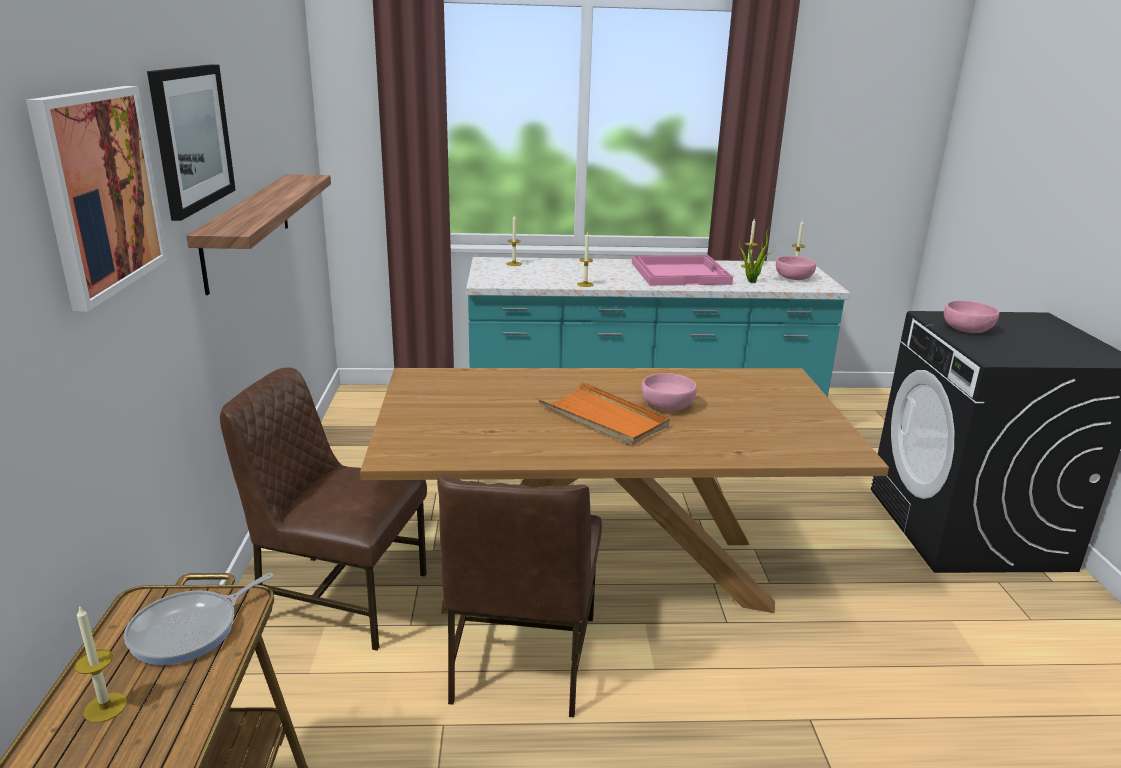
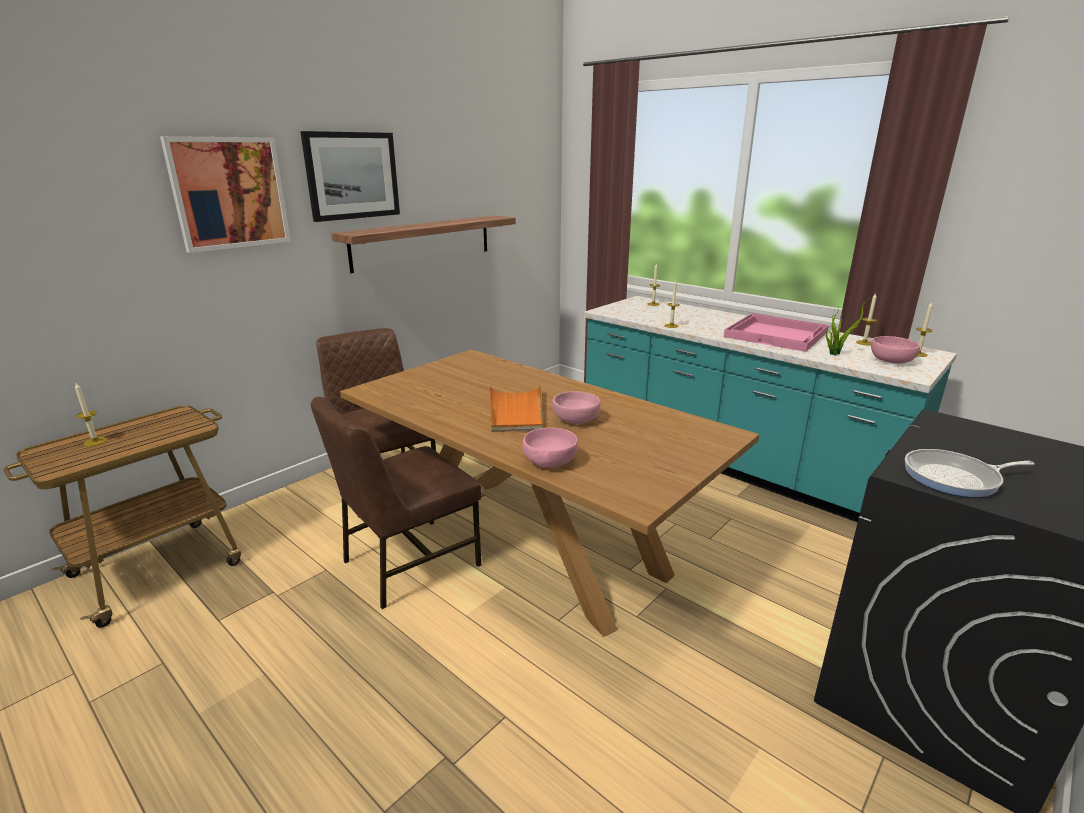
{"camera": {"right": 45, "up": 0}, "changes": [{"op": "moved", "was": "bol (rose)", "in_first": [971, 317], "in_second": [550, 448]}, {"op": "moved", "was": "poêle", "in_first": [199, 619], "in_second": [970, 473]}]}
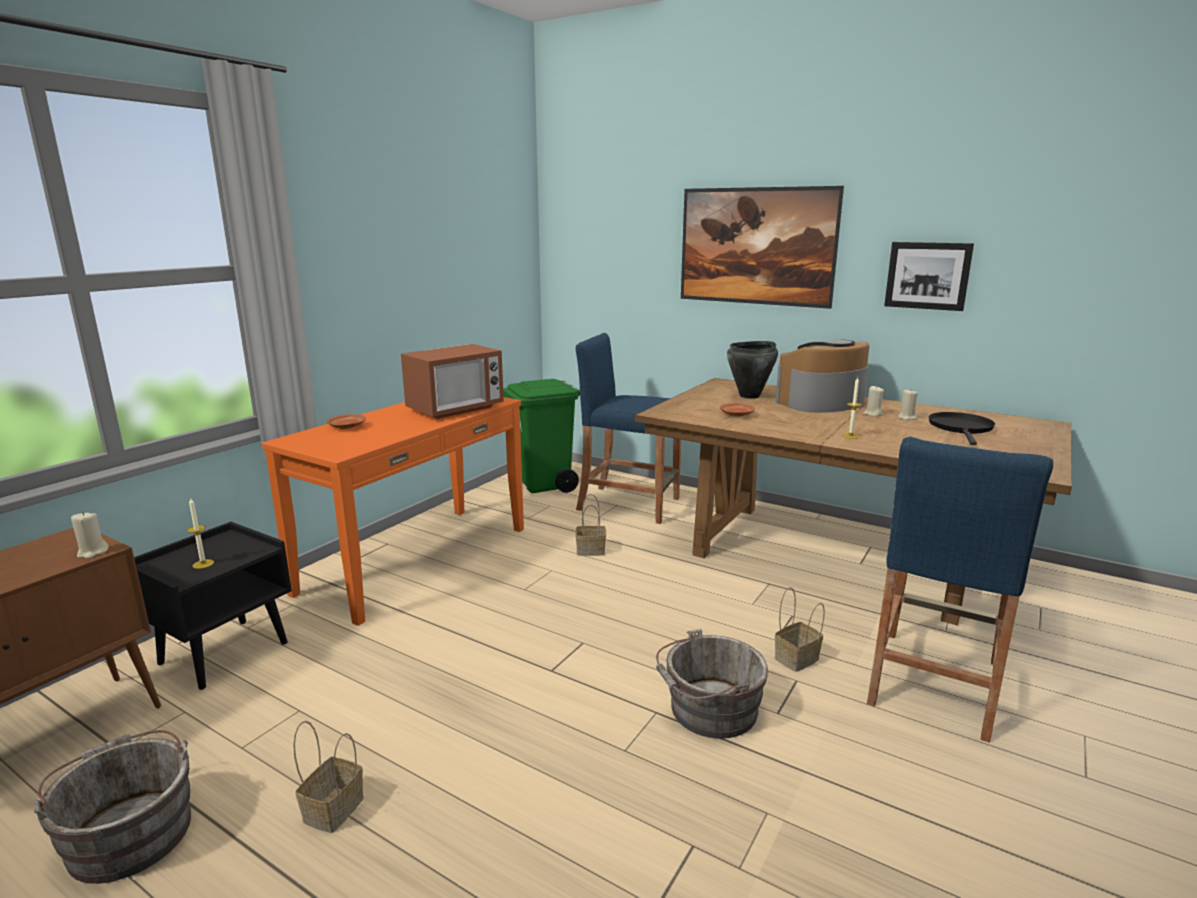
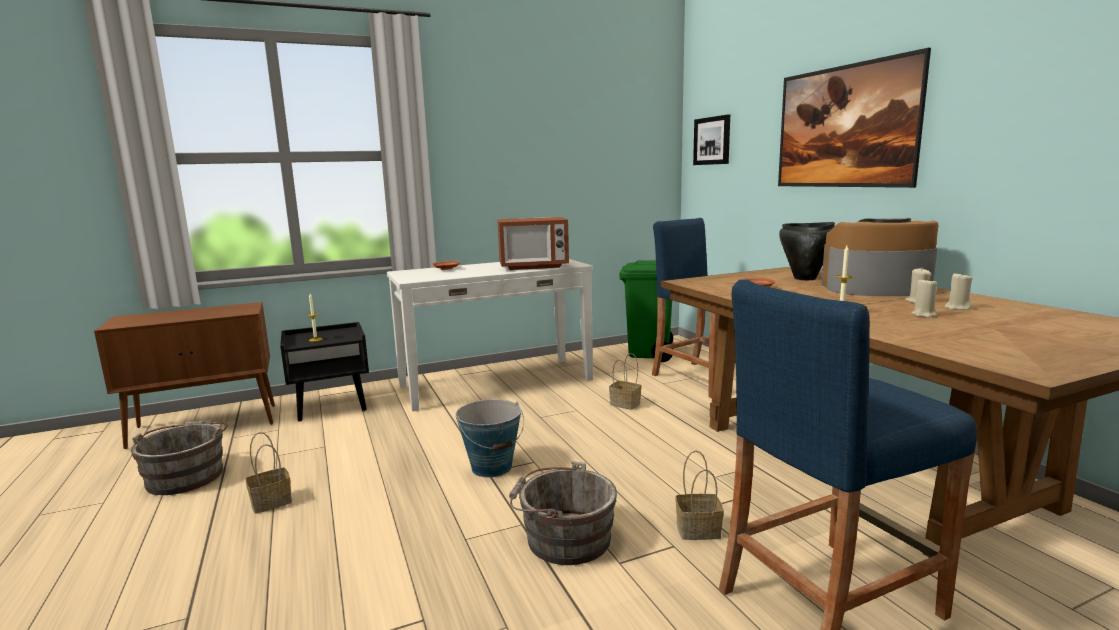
{"camera": {"right": 35, "up": -5}, "changes": [{"op": "moved", "was": "tableau", "in_first": [929, 276], "in_second": [711, 140]}, {"op": "recoloured", "was": "table console (orange)", "now": "table console (blanc)", "in_first": [393, 511], "in_second": [490, 335]}, {"op": "removed", "was": "poêle (noir)", "in_first": [962, 428]}, {"op": "moved", "was": "bougie (beige)", "in_first": [90, 535], "in_second": [924, 298]}, {"op": "added", "now": "seau", "in_second": [489, 438]}]}
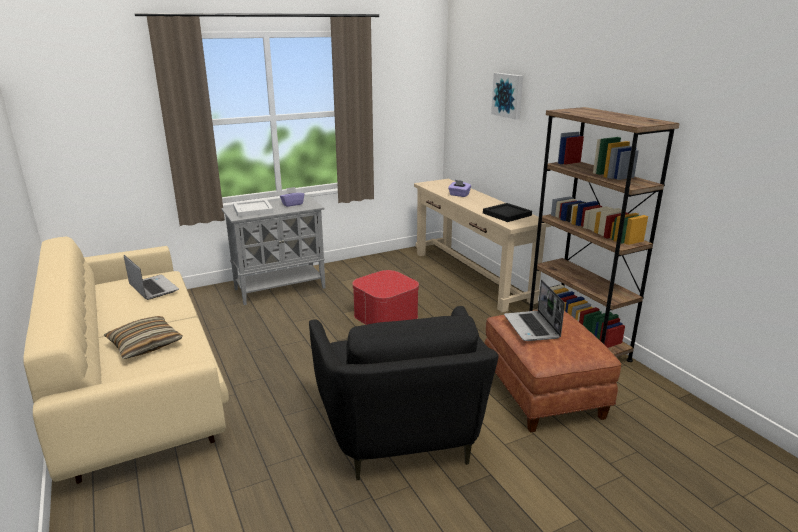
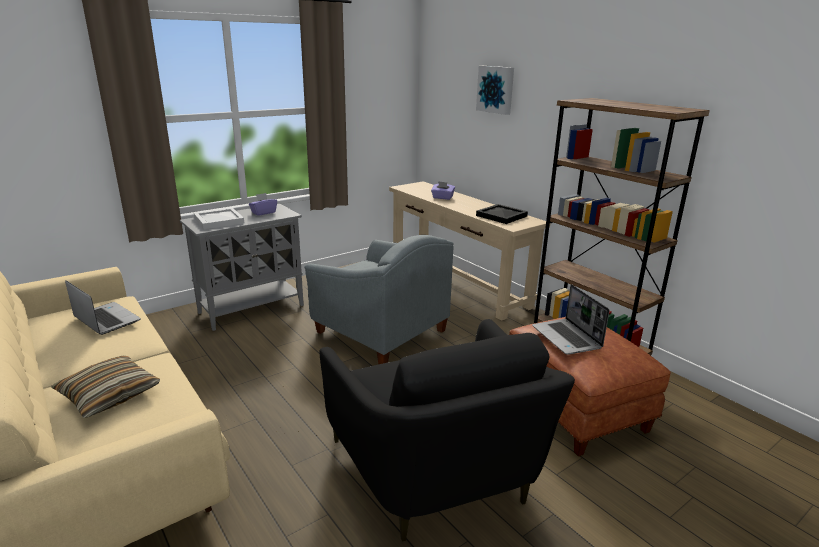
{"camera": {"right": -10, "up": 0}, "changes": [{"op": "replaced", "was": "pouf", "now": "fauteuil (gris)", "in_first": [385, 297], "in_second": [379, 299]}]}
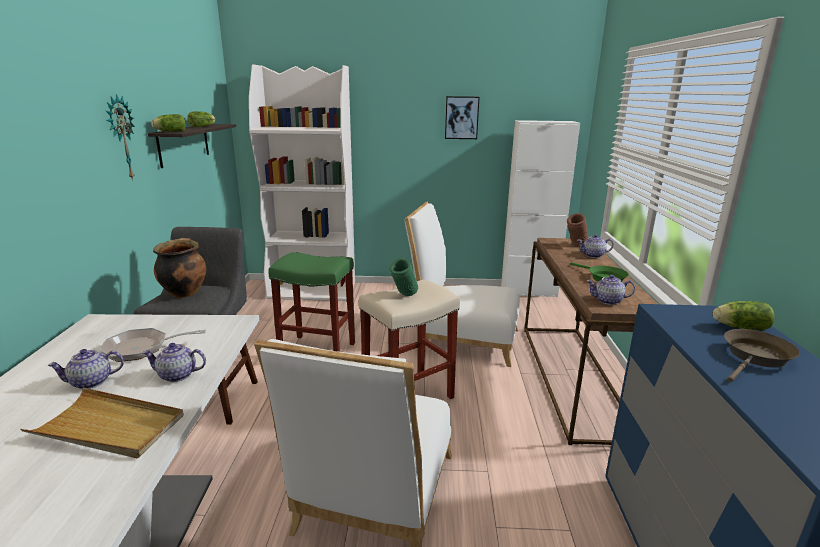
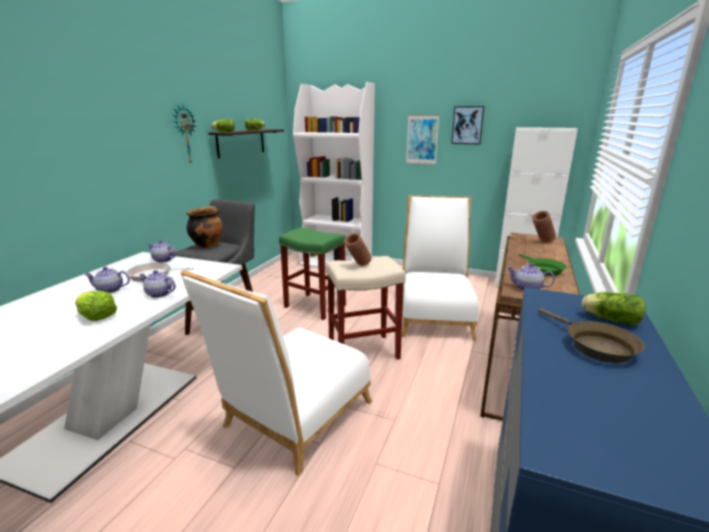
{"camera": {"right": 20, "up": 0}, "changes": [{"op": "turned", "was": "chaise (blanc)", "in_first": [462, 284], "in_second": [440, 268], "clockwise": 60}, {"op": "moved", "was": "théière", "in_first": [595, 246], "in_second": [161, 251]}, {"op": "recoloured", "was": "vase (vert)", "now": "vase (marron)", "in_first": [403, 277], "in_second": [358, 249]}, {"op": "turned", "was": "poêle (marron)", "in_first": [762, 355], "in_second": [591, 335], "clockwise": 90}, {"op": "replaced", "was": "plateau (beige)", "now": "laitue", "in_first": [102, 423], "in_second": [96, 306]}, {"op": "added", "now": "tableau", "in_second": [422, 140]}]}
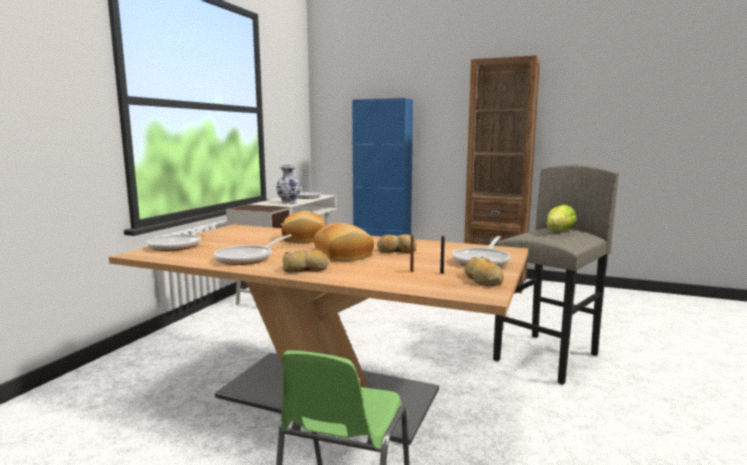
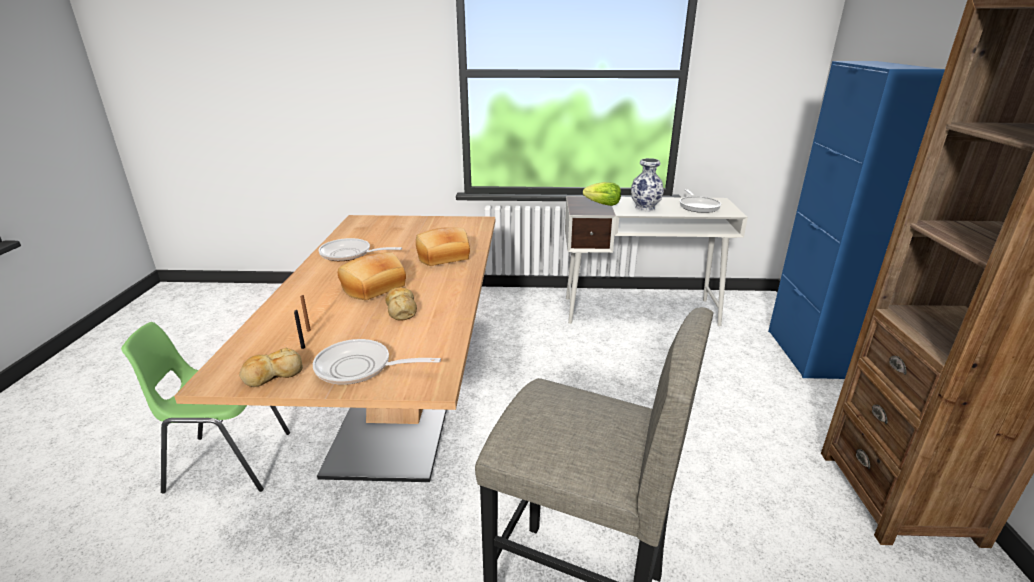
{"camera": {"right": 70, "up": 15}, "changes": [{"op": "moved", "was": "laitue", "in_first": [561, 218], "in_second": [602, 194]}, {"op": "removed", "was": "poêle", "in_first": [179, 237]}, {"op": "removed", "was": "pain", "in_first": [305, 261]}]}
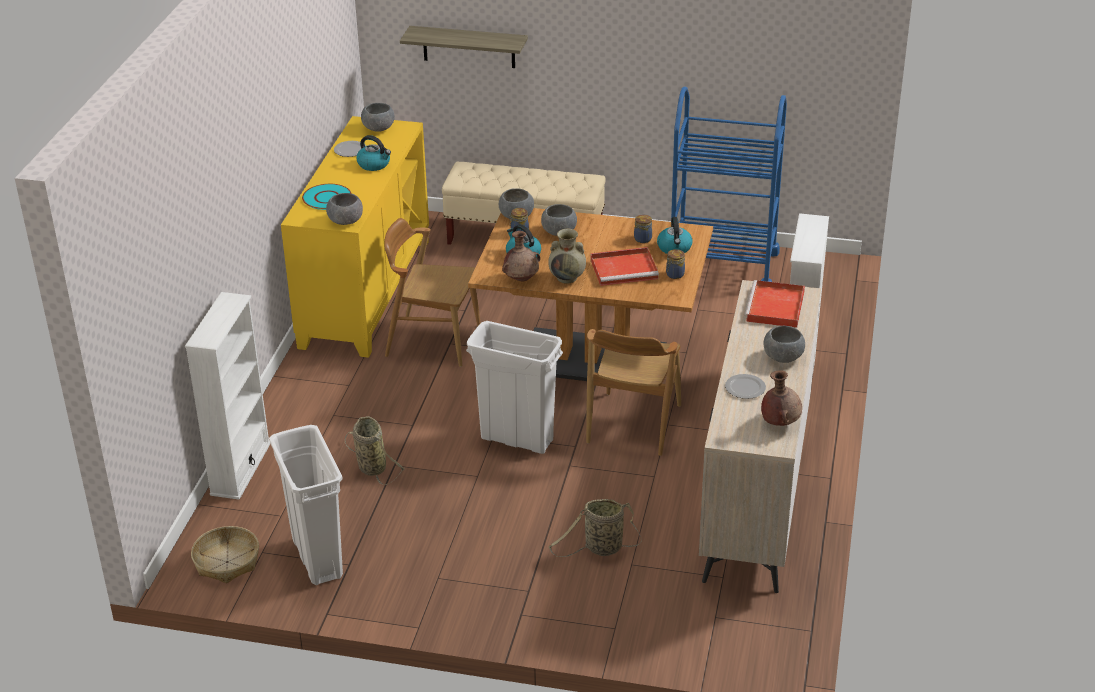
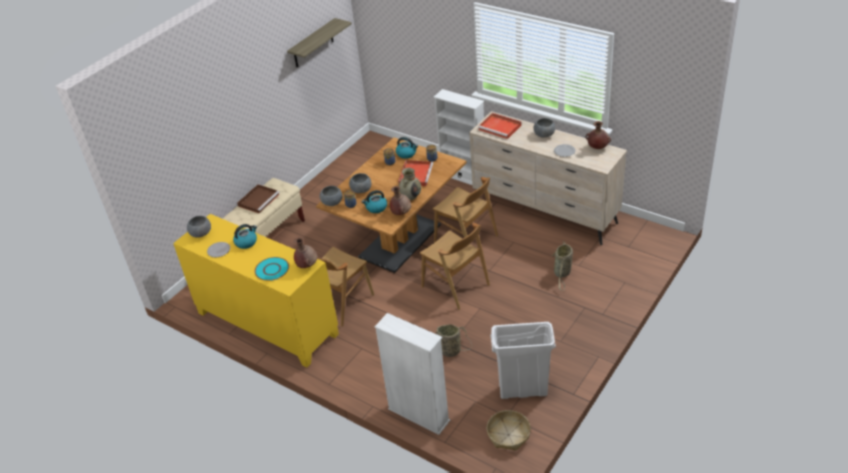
{"camera": {"right": -65, "up": 5}, "changes": [{"op": "moved", "was": "étagère", "in_first": [464, 47], "in_second": [319, 42]}, {"op": "removed", "was": "chariot (bleu)", "in_first": [729, 184]}, {"op": "replaced", "was": "bol (gris)", "now": "vase (marron)", "in_first": [344, 209], "in_second": [306, 252]}, {"op": "replaced", "was": "poubelle (blanc)", "now": "chaise (marron)", "in_first": [514, 387], "in_second": [455, 266]}, {"op": "added", "now": "plateau (marron)", "in_second": [258, 198]}]}
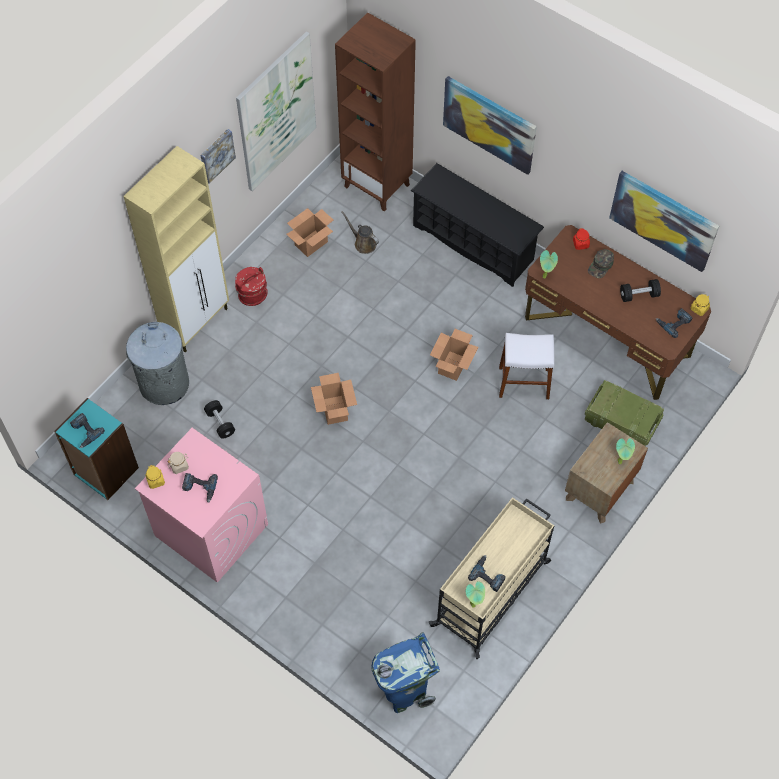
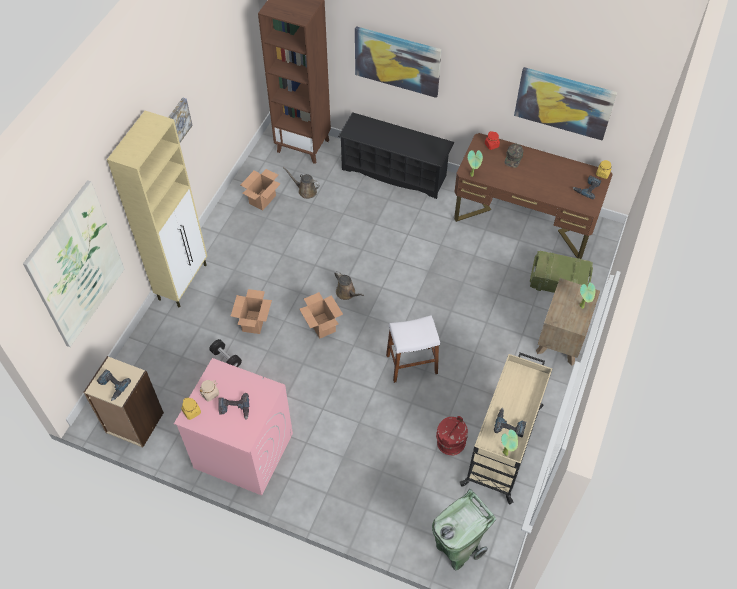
{"camera": {"right": -15, "up": -5}, "changes": [{"op": "moved", "was": "tableau", "in_first": [276, 111], "in_second": [73, 263]}, {"op": "moved", "was": "seau (rouge)", "in_first": [251, 286], "in_second": [452, 435]}, {"op": "removed", "was": "haltère (noir)", "in_first": [640, 290]}, {"op": "removed", "was": "poubelle (gris)", "in_first": [157, 363]}, {"op": "moved", "was": "carton", "in_first": [454, 355], "in_second": [251, 311]}, {"op": "moved", "was": "tabouret (blanc)", "in_first": [526, 366], "in_second": [413, 349]}, {"op": "recoloured", "was": "bibliothèque (turquoise)", "now": "bibliothèque (beige)", "in_first": [96, 449], "in_second": [124, 402]}, {"op": "recoloured", "was": "poubelle (bleu)", "now": "poubelle (vert)", "in_first": [405, 672], "in_second": [464, 530]}, {"op": "added", "now": "arrosoir (marron)", "in_second": [349, 285]}]}
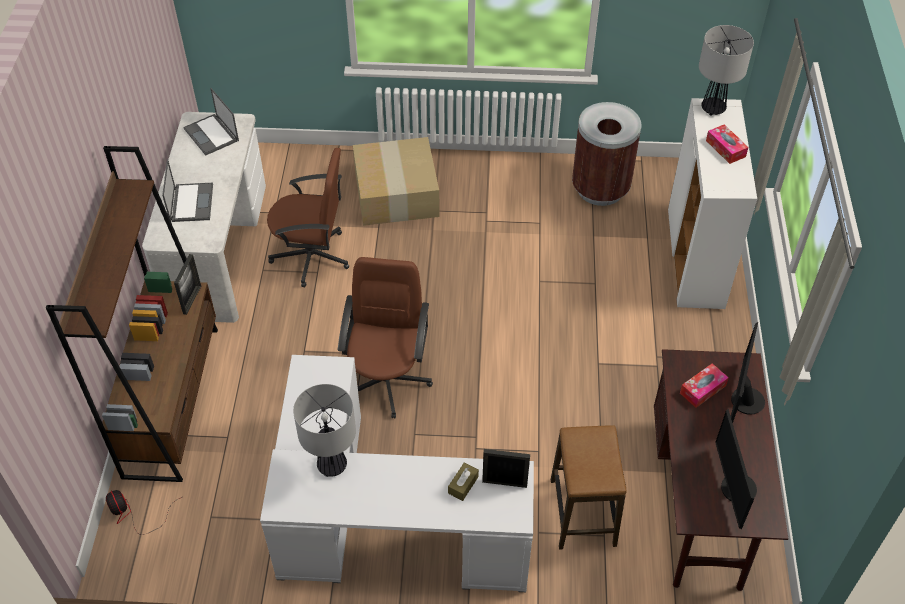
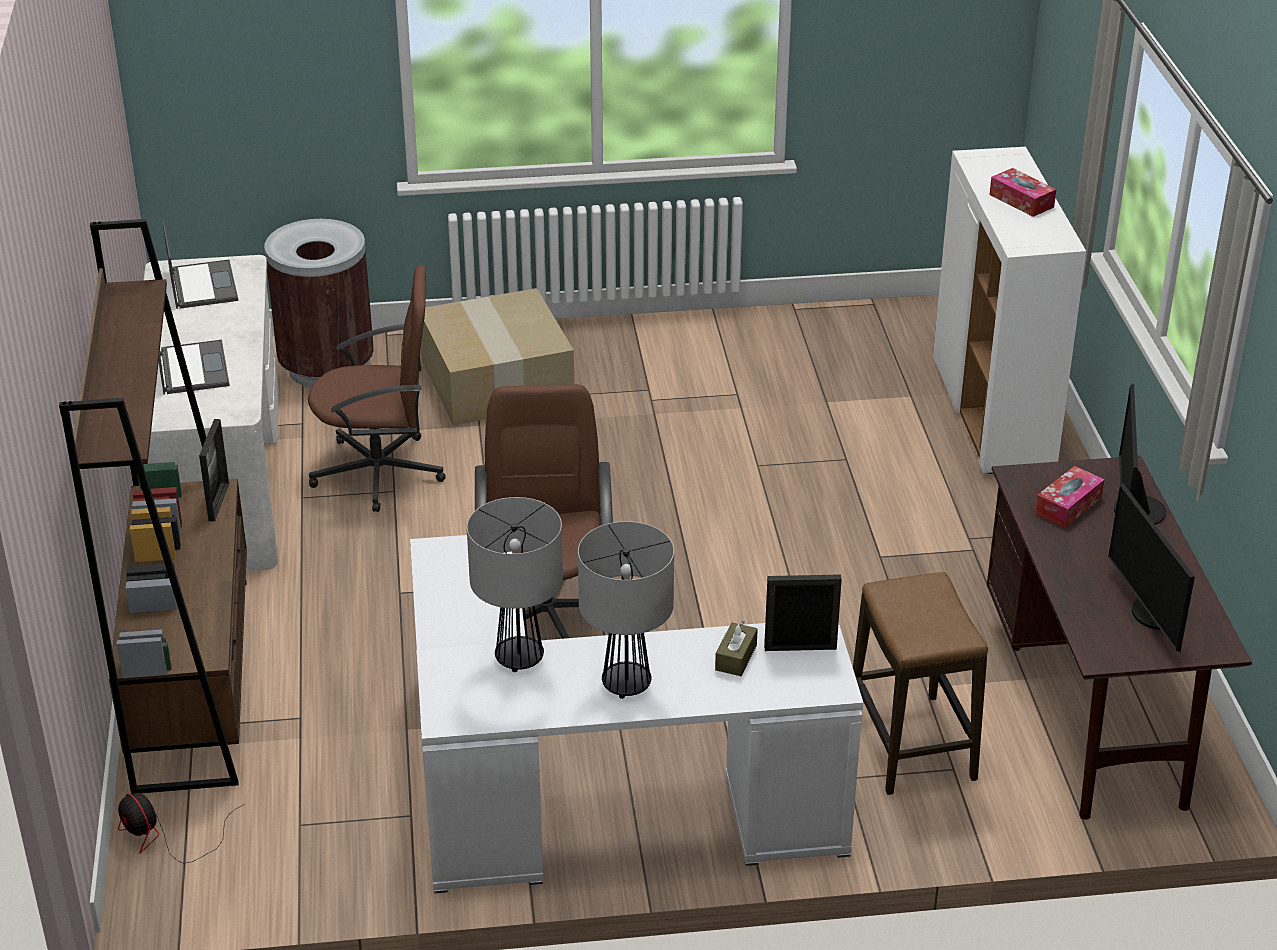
{"camera": {"right": -10, "up": -15}, "changes": [{"op": "moved", "was": "lampe de table", "in_first": [726, 70], "in_second": [626, 610]}, {"op": "turned", "was": "ordinateur portable", "in_first": [211, 122], "in_second": [200, 264], "clockwise": -150}, {"op": "moved", "was": "poubelle (marron)", "in_first": [606, 154], "in_second": [319, 303]}]}
